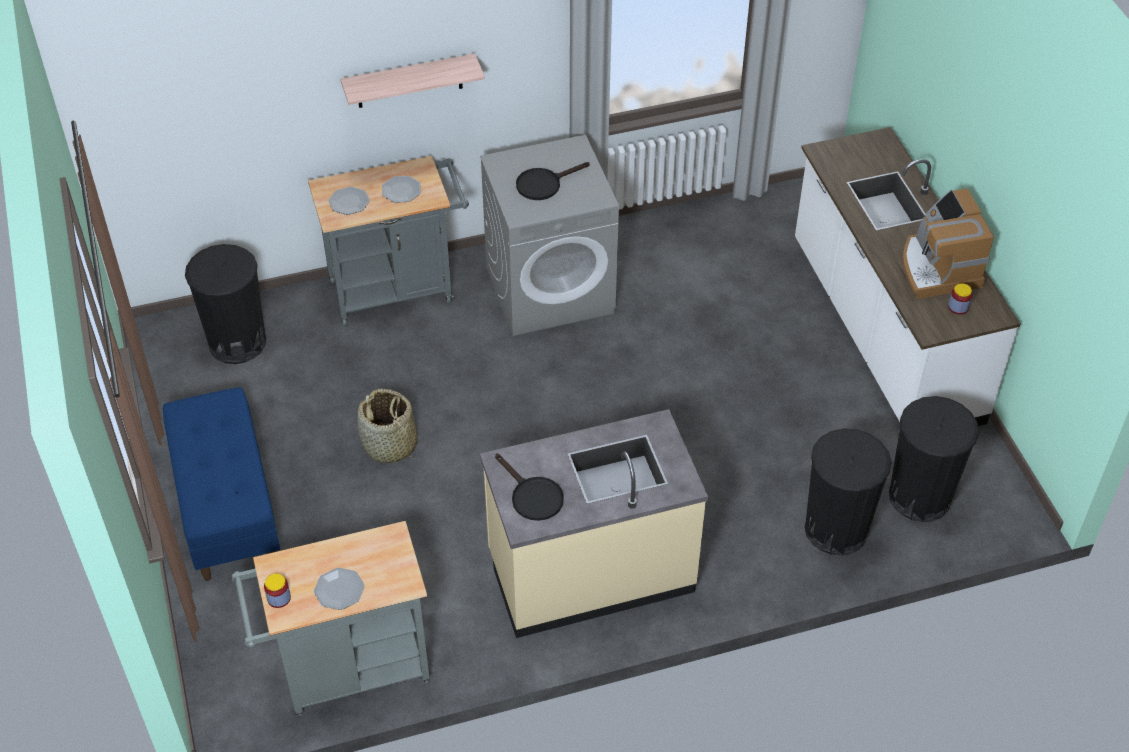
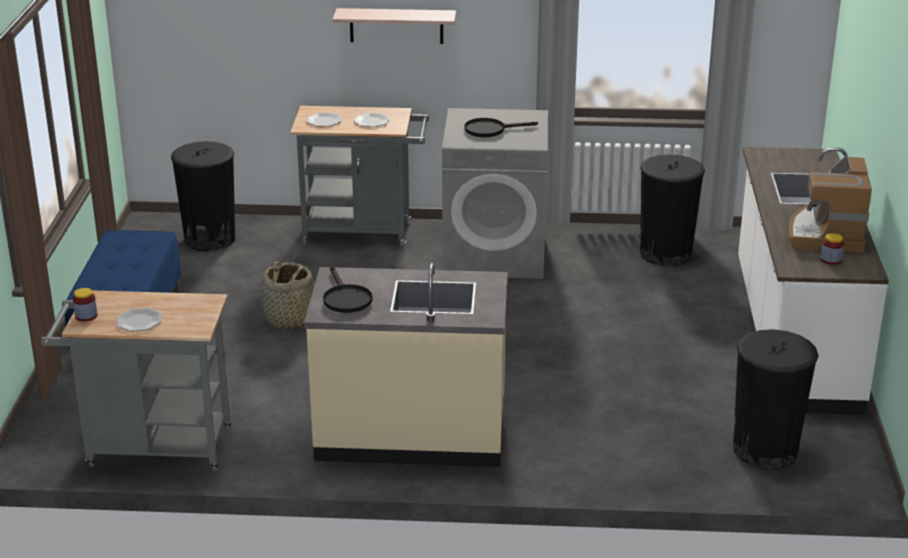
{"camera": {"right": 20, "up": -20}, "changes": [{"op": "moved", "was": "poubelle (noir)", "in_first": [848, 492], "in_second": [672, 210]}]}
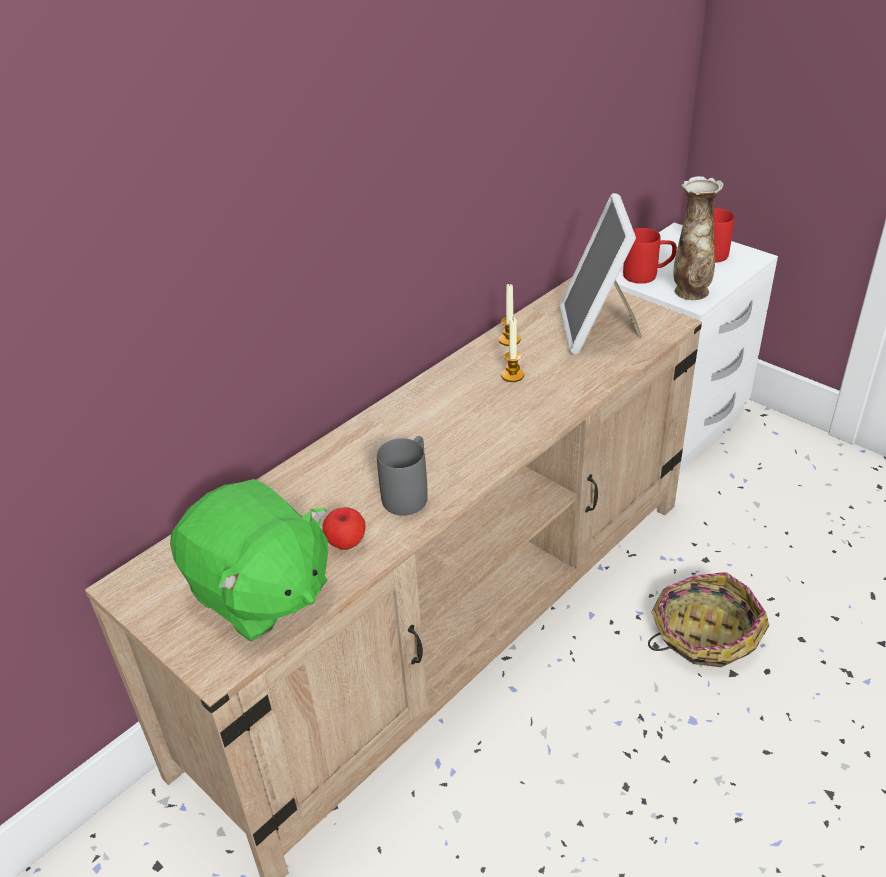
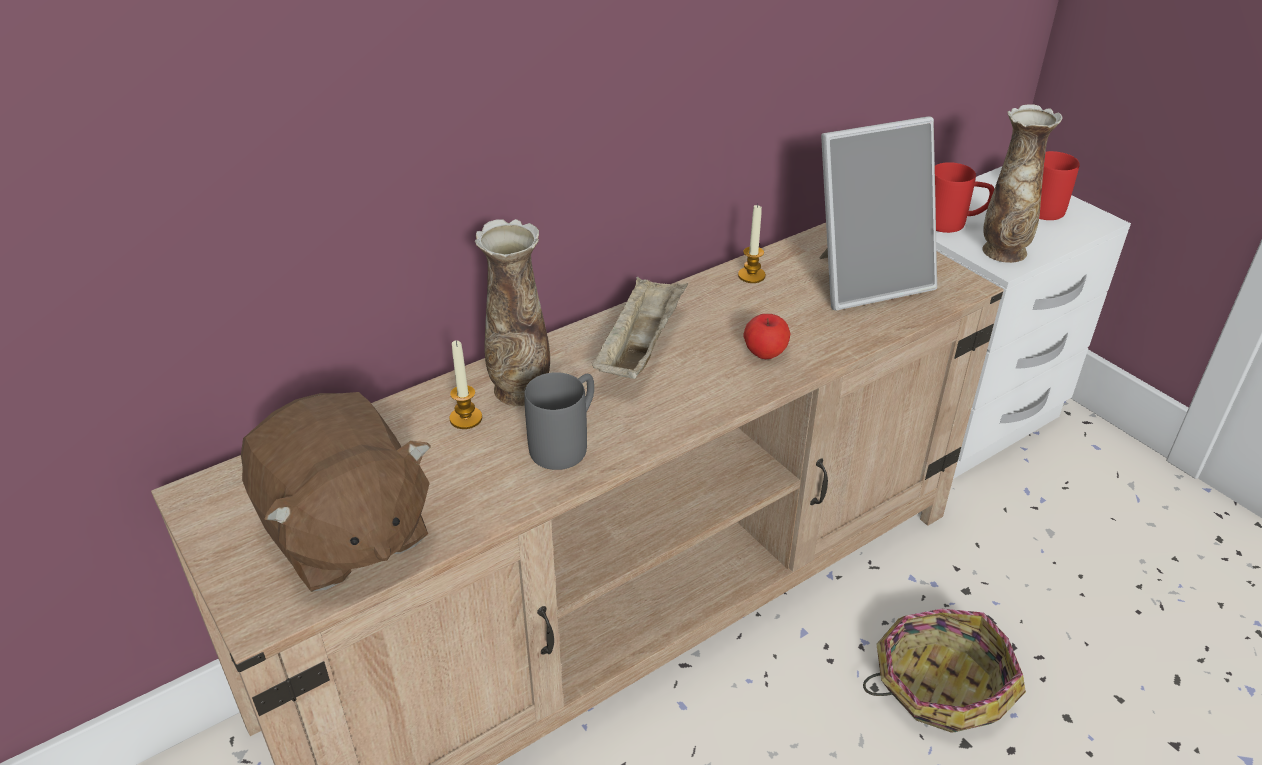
{"camera": {"right": 10, "up": 0}, "changes": [{"op": "turned", "was": "cadre photo", "in_first": [601, 273], "in_second": [878, 213], "clockwise": -120}, {"op": "moved", "was": "bougie", "in_first": [512, 349], "in_second": [465, 384]}, {"op": "recoloured", "was": "peluche (vert)", "now": "peluche (marron)", "in_first": [249, 560], "in_second": [336, 492]}, {"op": "moved", "was": "pomme", "in_first": [344, 528], "in_second": [767, 336]}, {"op": "added", "now": "vase", "in_second": [512, 312]}, {"op": "added", "now": "plateau (beige)", "in_second": [640, 328]}]}
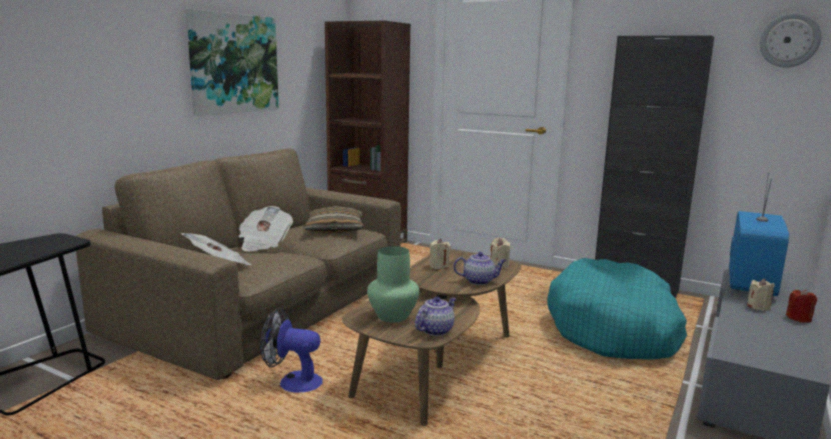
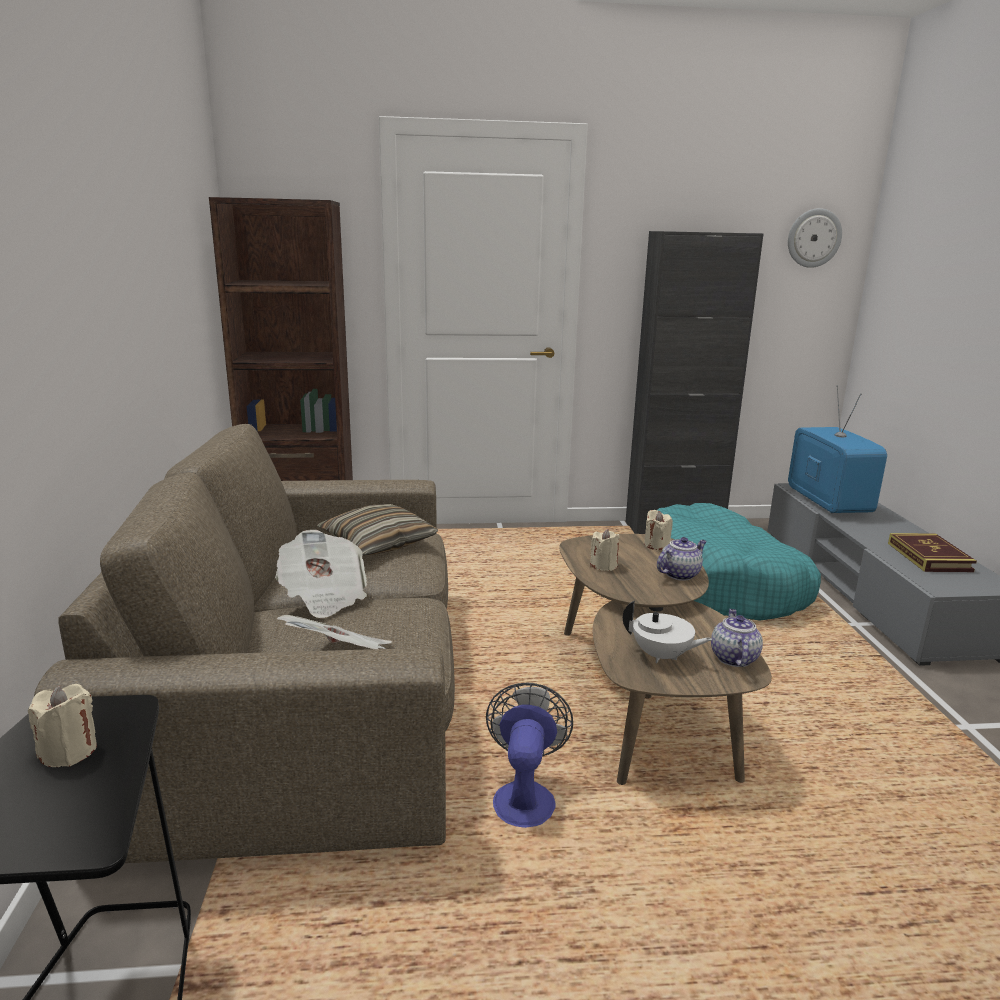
{"camera": {"right": -35, "up": 5}, "changes": [{"op": "removed", "was": "tableau", "in_first": [232, 62]}, {"op": "replaced", "was": "vase (vert)", "now": "théière (blanc)", "in_first": [393, 284], "in_second": [667, 632]}, {"op": "moved", "was": "bougie (beige)", "in_first": [761, 295], "in_second": [62, 725]}, {"op": "removed", "was": "bougie (rouge)", "in_first": [801, 306]}, {"op": "turned", "was": "ventilateur", "in_first": [291, 350], "in_second": [529, 755], "clockwise": 120}, {"op": "added", "now": "livre", "in_second": [932, 552]}]}
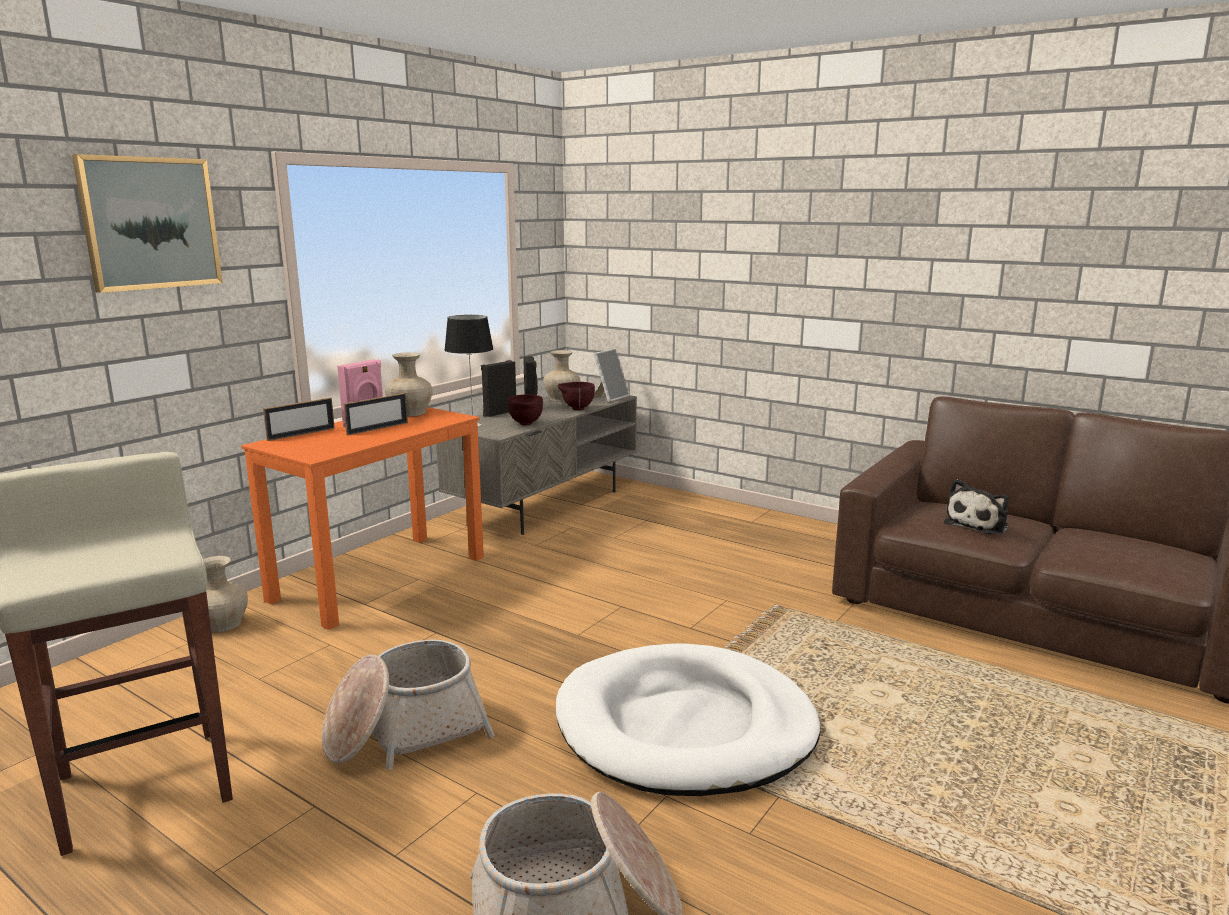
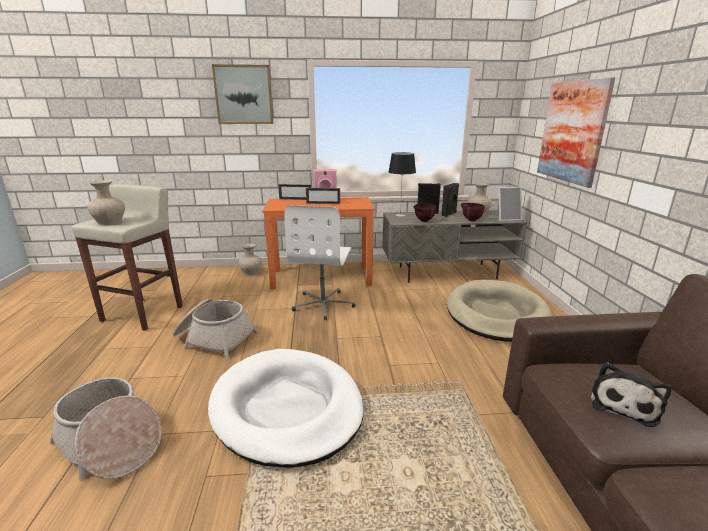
{"camera": {"right": 50, "up": 5}, "changes": [{"op": "moved", "was": "vase (beige)", "in_first": [409, 384], "in_second": [106, 203]}, {"op": "turned", "was": "peluche", "in_first": [976, 506], "in_second": [631, 394], "clockwise": -60}, {"op": "added", "now": "tableau", "in_second": [576, 132]}, {"op": "added", "now": "chaise de bureau (blanc)", "in_second": [320, 262]}, {"op": "added", "now": "panier pour chien (beige)", "in_second": [499, 311]}]}
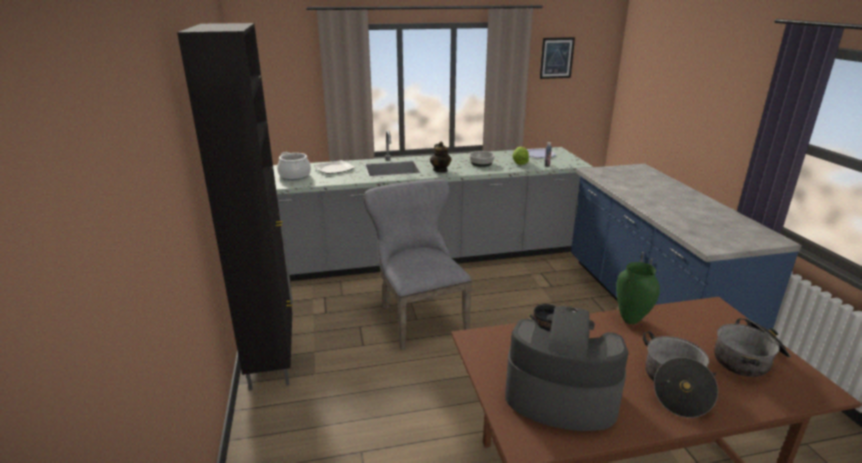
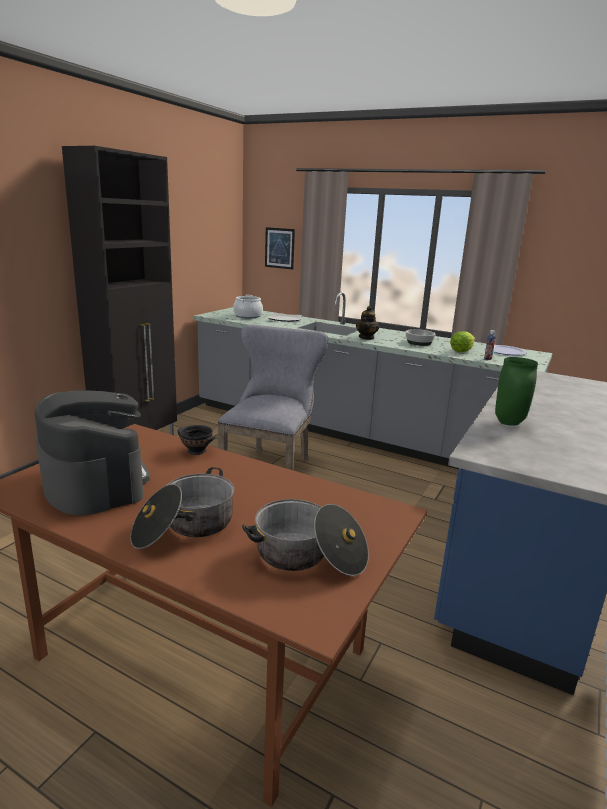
{"camera": {"right": 40, "up": -5}, "changes": [{"op": "moved", "was": "tableau", "in_first": [557, 58], "in_second": [280, 248]}, {"op": "moved", "was": "vase (vert)", "in_first": [638, 293], "in_second": [516, 391]}]}
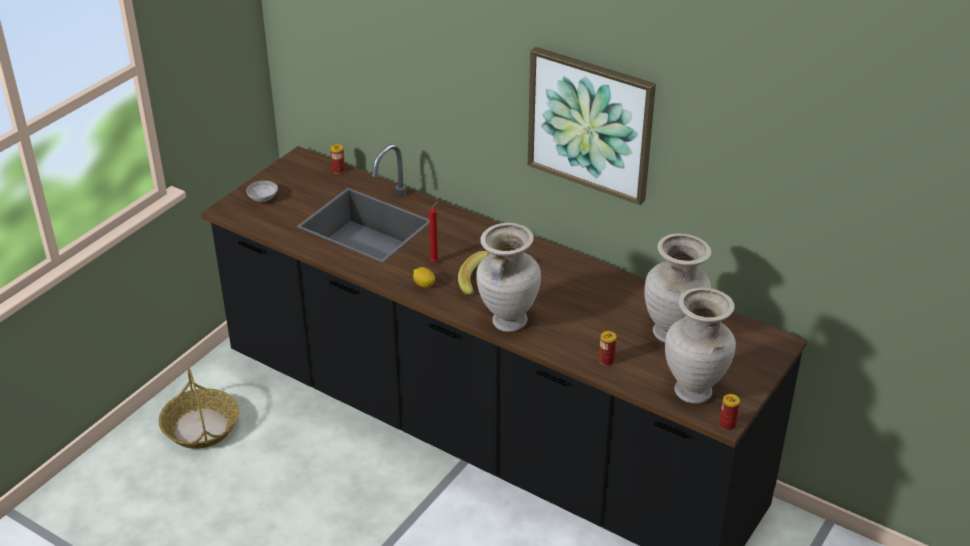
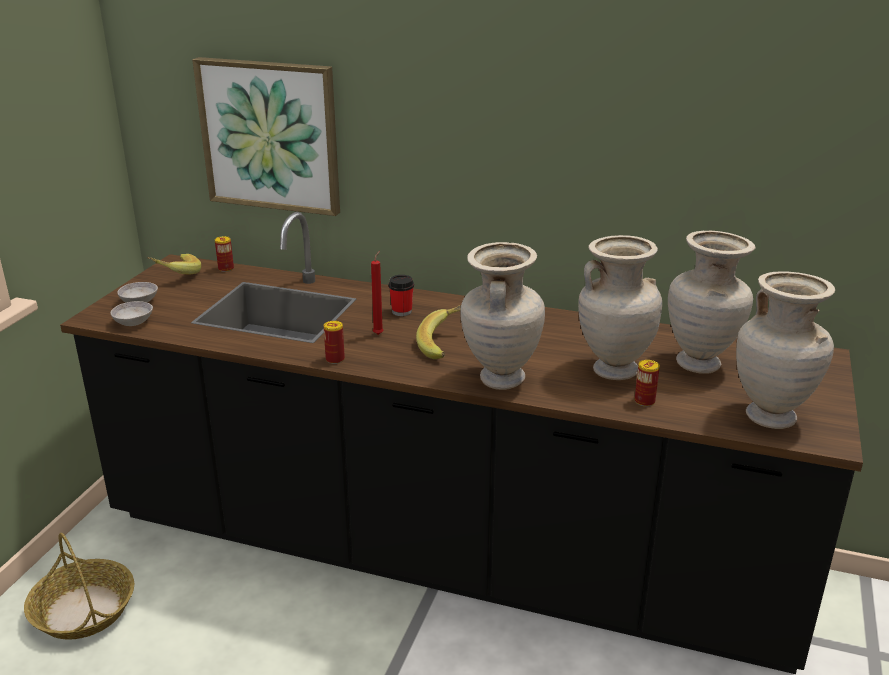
{"camera": {"right": -15, "up": -10}, "changes": [{"op": "moved", "was": "tableau", "in_first": [592, 126], "in_second": [266, 136]}, {"op": "removed", "was": "citron", "in_first": [424, 277]}, {"op": "moved", "was": "boîte métallique", "in_first": [729, 412], "in_second": [334, 342]}, {"op": "added", "now": "vase (beige)", "in_second": [620, 307]}, {"op": "added", "now": "banane", "in_second": [174, 264]}, {"op": "added", "now": "tasse", "in_second": [401, 295]}, {"op": "added", "now": "bol (gris)", "in_second": [131, 313]}]}
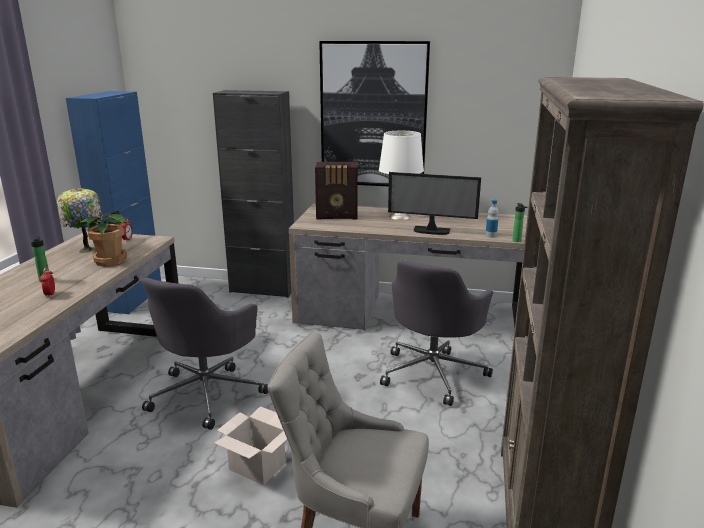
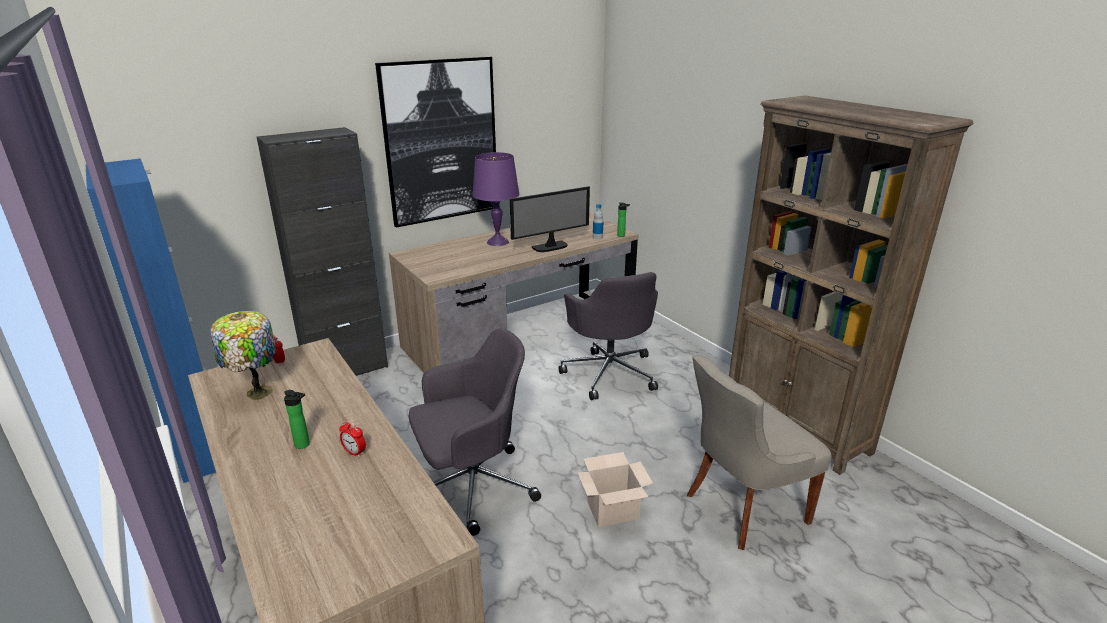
{"camera": {"right": -45, "up": 5}, "changes": [{"op": "recoloured", "was": "lampe de table (blanc)", "now": "lampe de table (violet)", "in_first": [401, 175], "in_second": [495, 199]}, {"op": "removed", "was": "radio", "in_first": [336, 191]}, {"op": "removed", "was": "plante en pot", "in_first": [101, 239]}, {"op": "turned", "was": "chaise de bureau (gris)", "in_first": [204, 353], "in_second": [475, 432], "clockwise": -90}]}
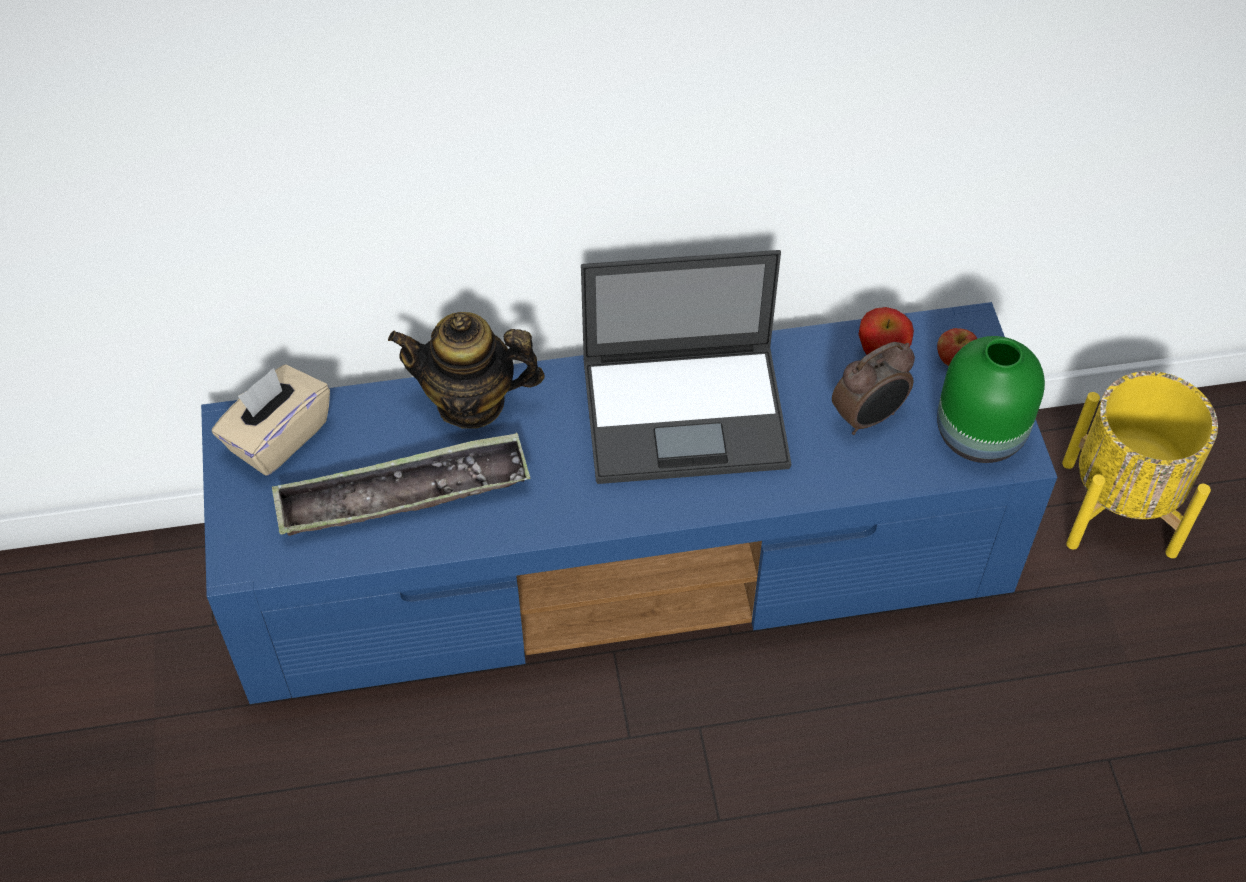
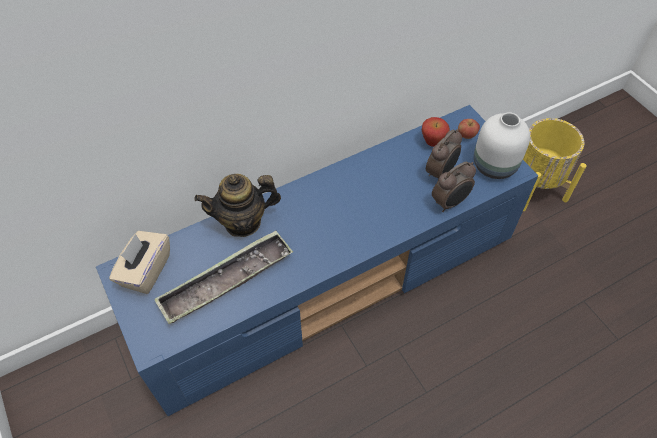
{"camera": {"right": -20, "up": 0}, "changes": [{"op": "removed", "was": "ordinateur portable", "in_first": [686, 367]}, {"op": "recoloured", "was": "vase (vert)", "now": "vase (blanc)", "in_first": [991, 399], "in_second": [502, 145]}, {"op": "added", "now": "réveil", "in_second": [454, 186]}]}
